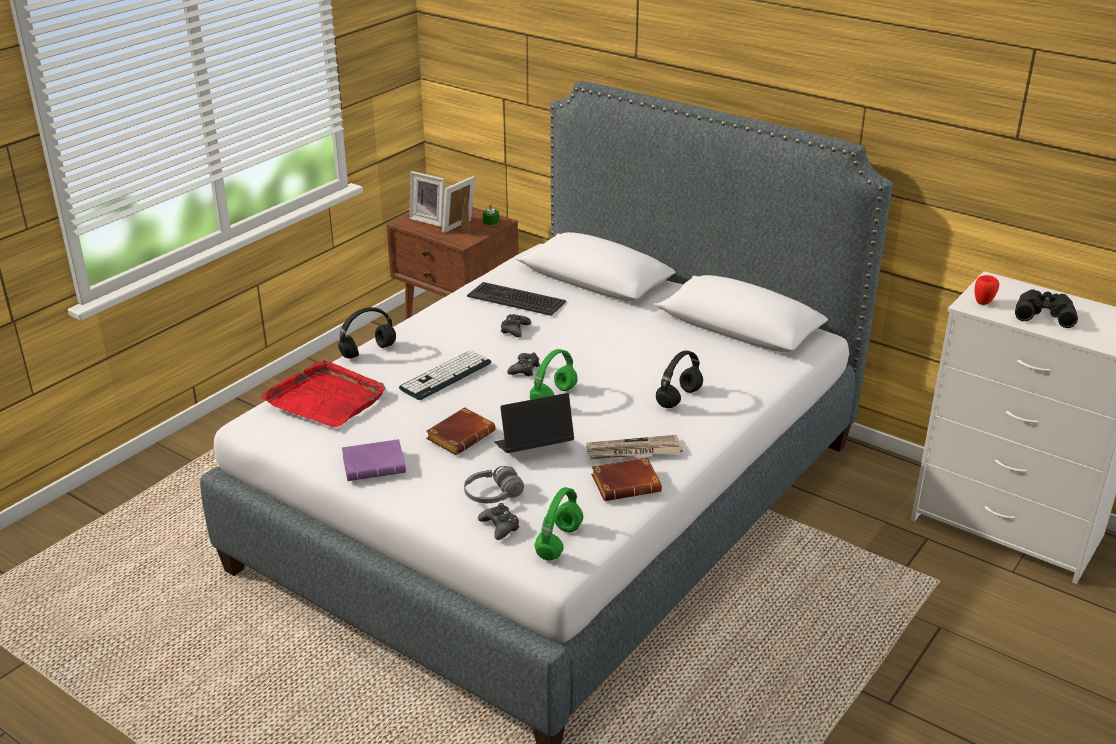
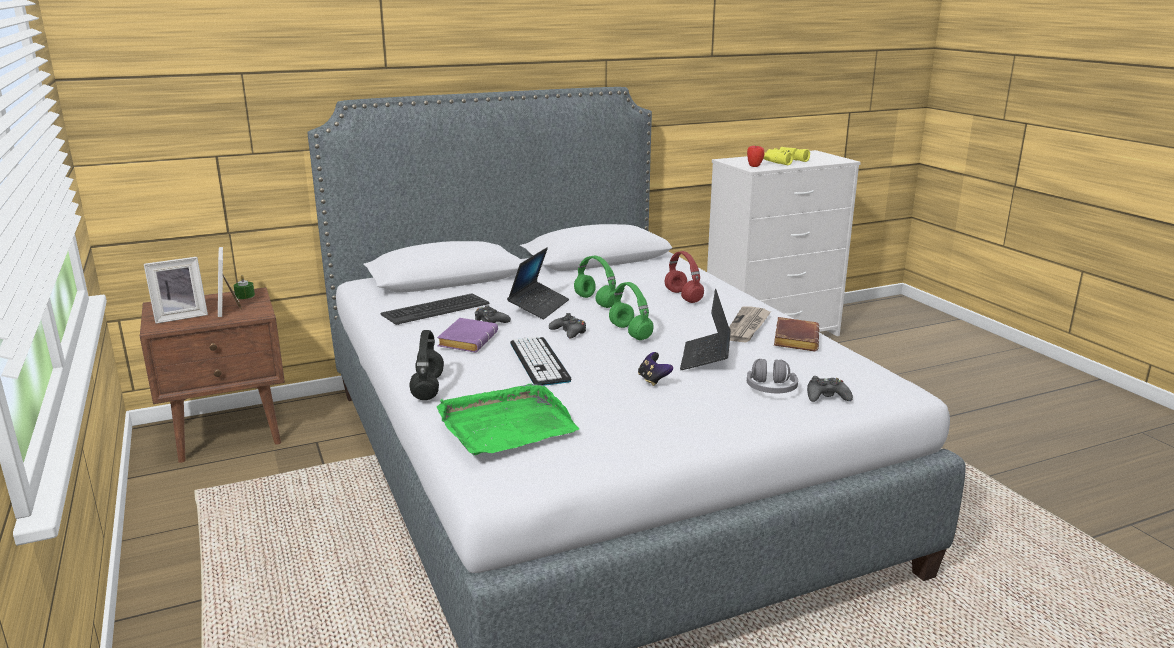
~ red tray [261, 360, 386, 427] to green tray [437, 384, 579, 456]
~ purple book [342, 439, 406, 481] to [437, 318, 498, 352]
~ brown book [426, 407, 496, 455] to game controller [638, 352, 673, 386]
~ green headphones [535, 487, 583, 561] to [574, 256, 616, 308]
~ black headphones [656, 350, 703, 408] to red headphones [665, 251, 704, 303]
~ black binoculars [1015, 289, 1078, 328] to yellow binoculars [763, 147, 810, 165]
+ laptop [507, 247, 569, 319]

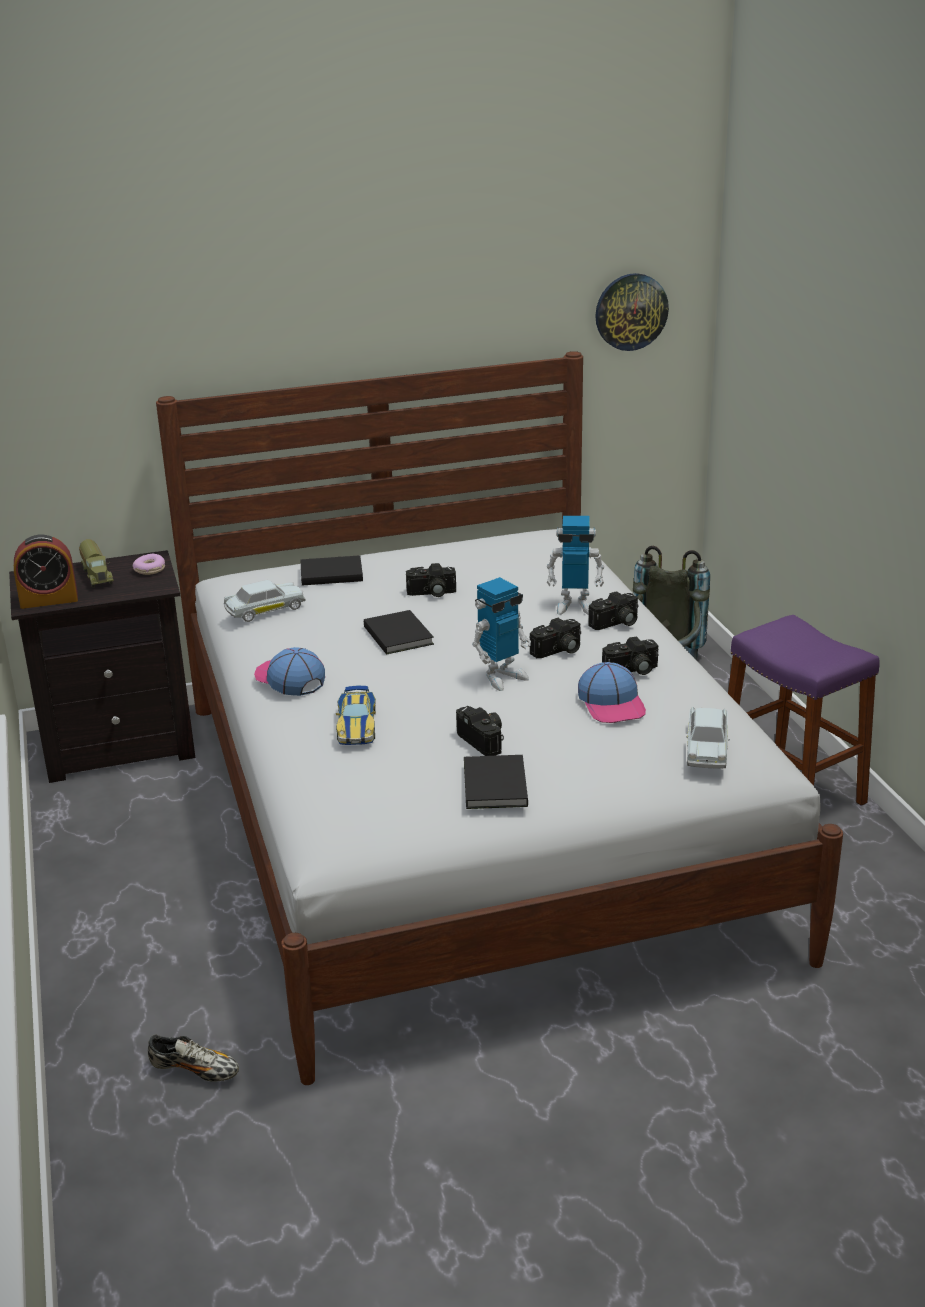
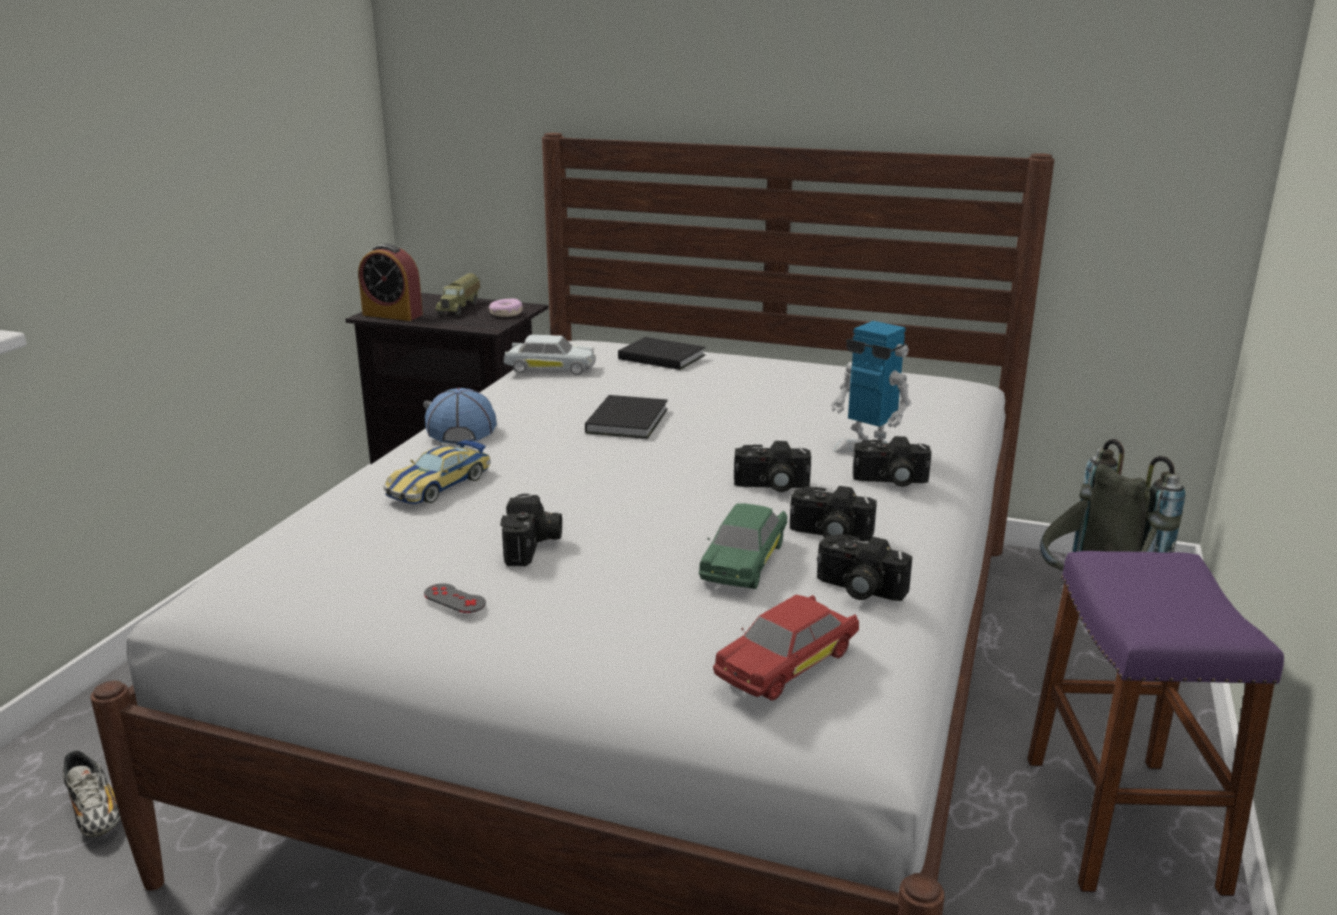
~ photo camera [406, 563, 456, 597] to [817, 534, 912, 601]
~ black book [464, 755, 528, 809] to grey game controller [424, 583, 486, 613]
- toy robot [472, 577, 531, 691]
~ cap [578, 662, 646, 723] to green toy car [699, 503, 787, 589]
- wall clock [595, 273, 669, 351]
~ white toy car [686, 707, 730, 769] to red toy car [713, 595, 859, 700]

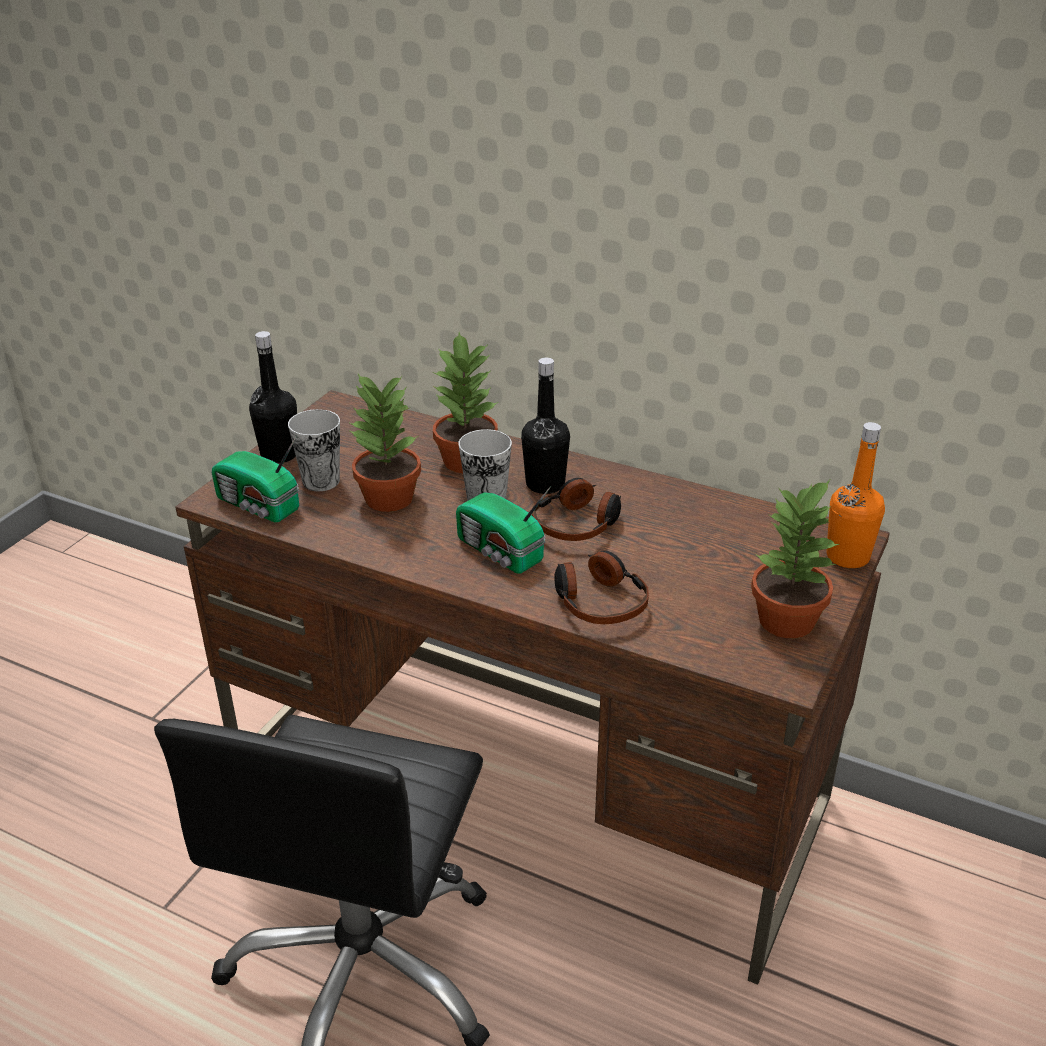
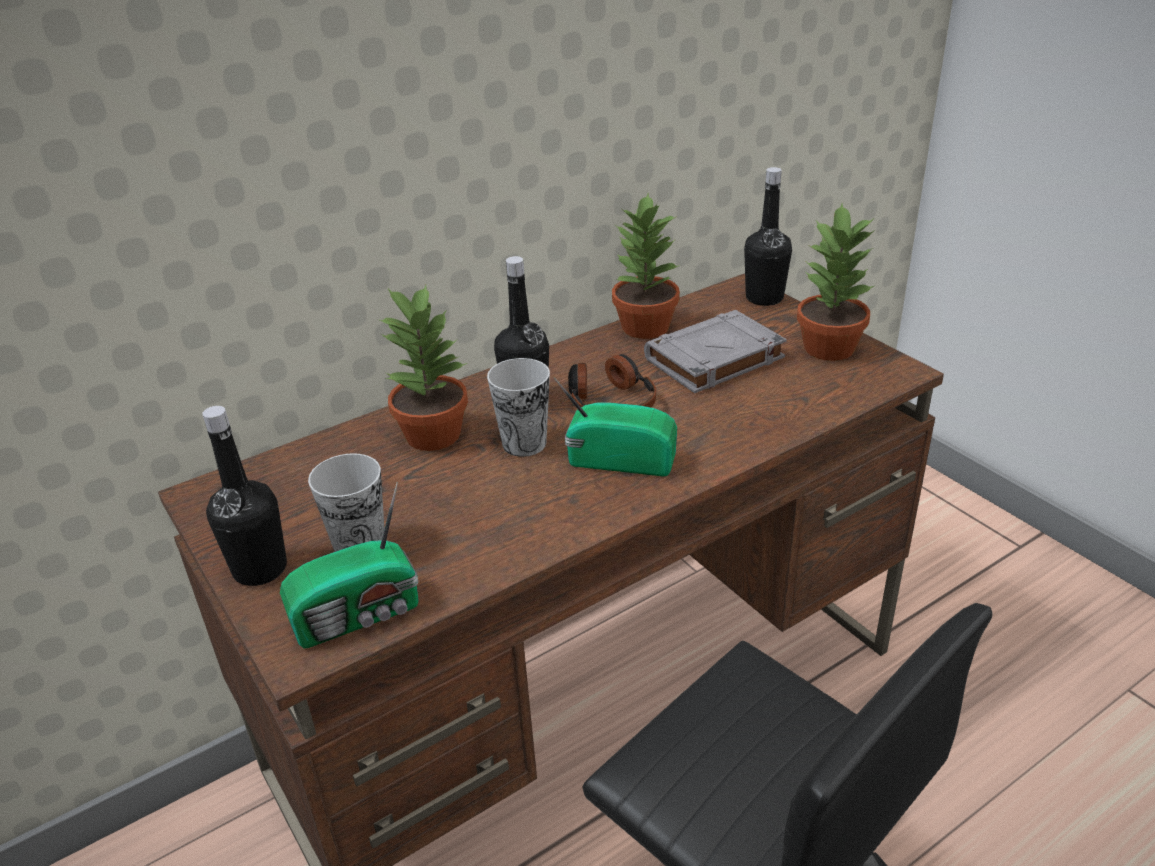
~ potted plant [350, 374, 421, 512] to [612, 194, 680, 339]
~ radio [456, 486, 551, 574] = [554, 378, 677, 477] 150 degrees counterclockwise
- headphones [554, 551, 649, 624]
~ orange bottle [826, 422, 885, 568] to black bottle [744, 167, 792, 306]
+ grey book [644, 310, 787, 393]

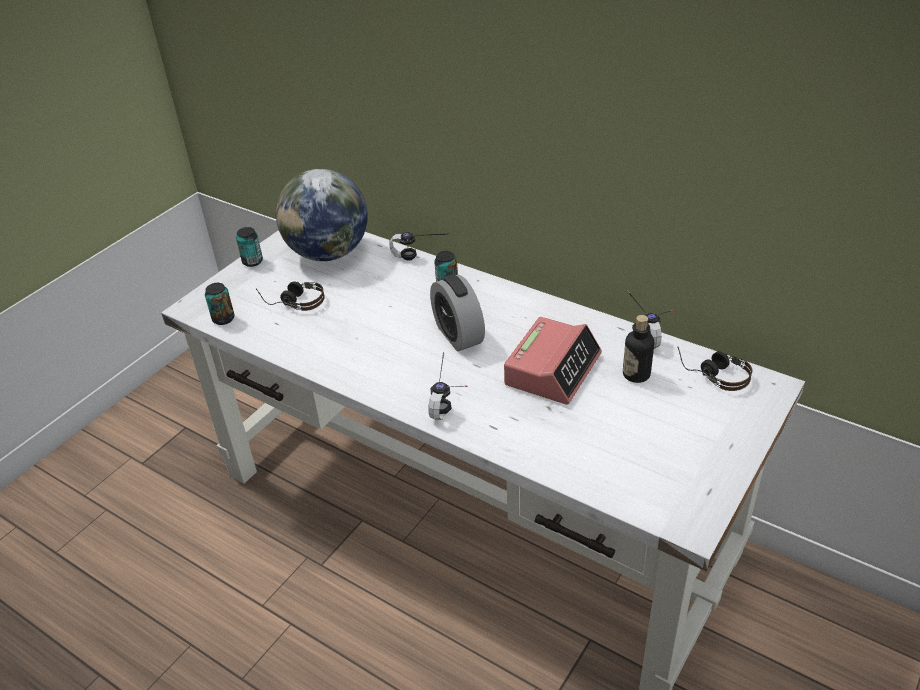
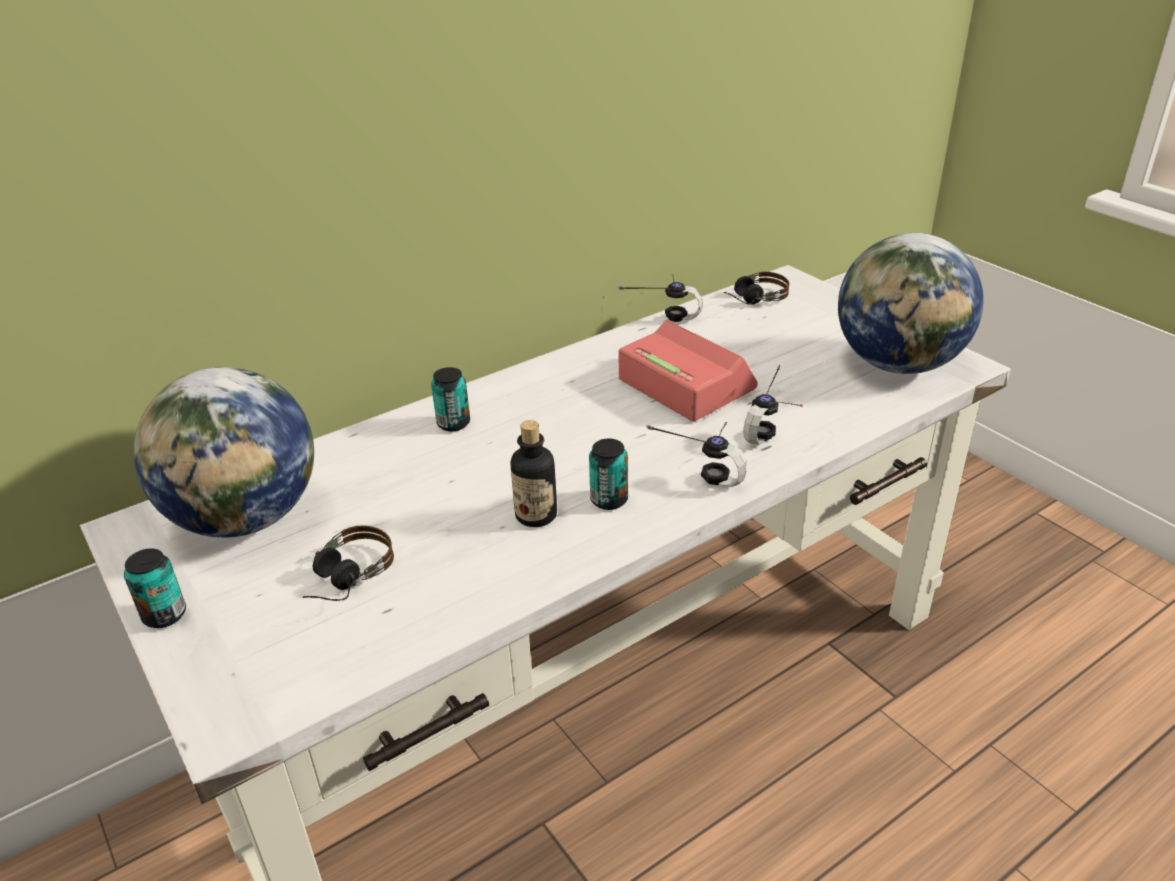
~ can [205, 283, 235, 325] to [589, 439, 628, 510]
~ headphones [389, 232, 450, 261] to [744, 365, 803, 445]
- alarm clock [430, 274, 485, 351]
~ bottle [623, 315, 654, 383] to [511, 420, 557, 527]
+ globe [838, 233, 984, 374]

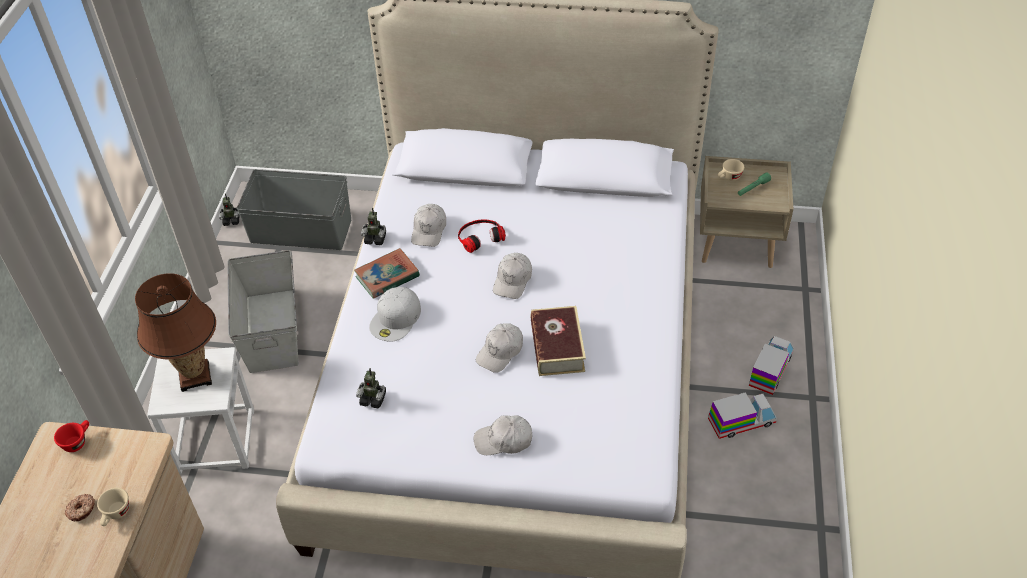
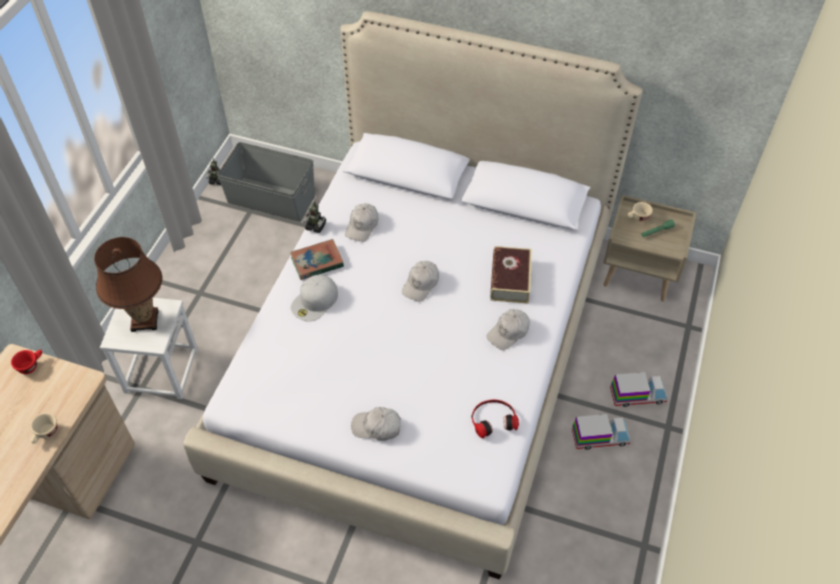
- donut [65, 494, 95, 521]
- grey storage box [227, 250, 299, 373]
- toy robot [356, 368, 386, 408]
~ headphones [458, 219, 506, 253] to [471, 400, 519, 438]
~ white cap [476, 323, 523, 373] to [487, 309, 530, 350]
~ book [531, 306, 586, 376] to [490, 246, 532, 304]
~ toy truck [749, 336, 794, 395] = [610, 372, 668, 407] 45 degrees clockwise

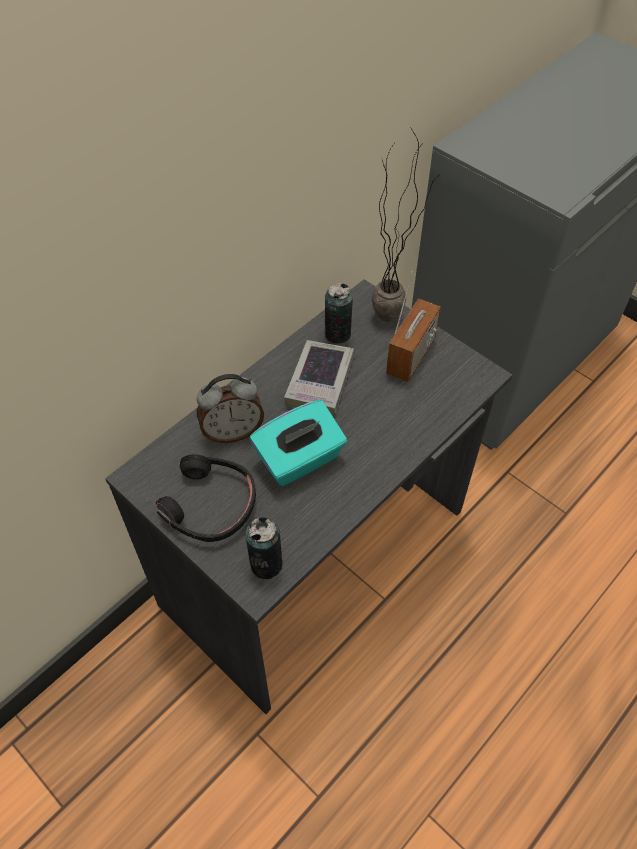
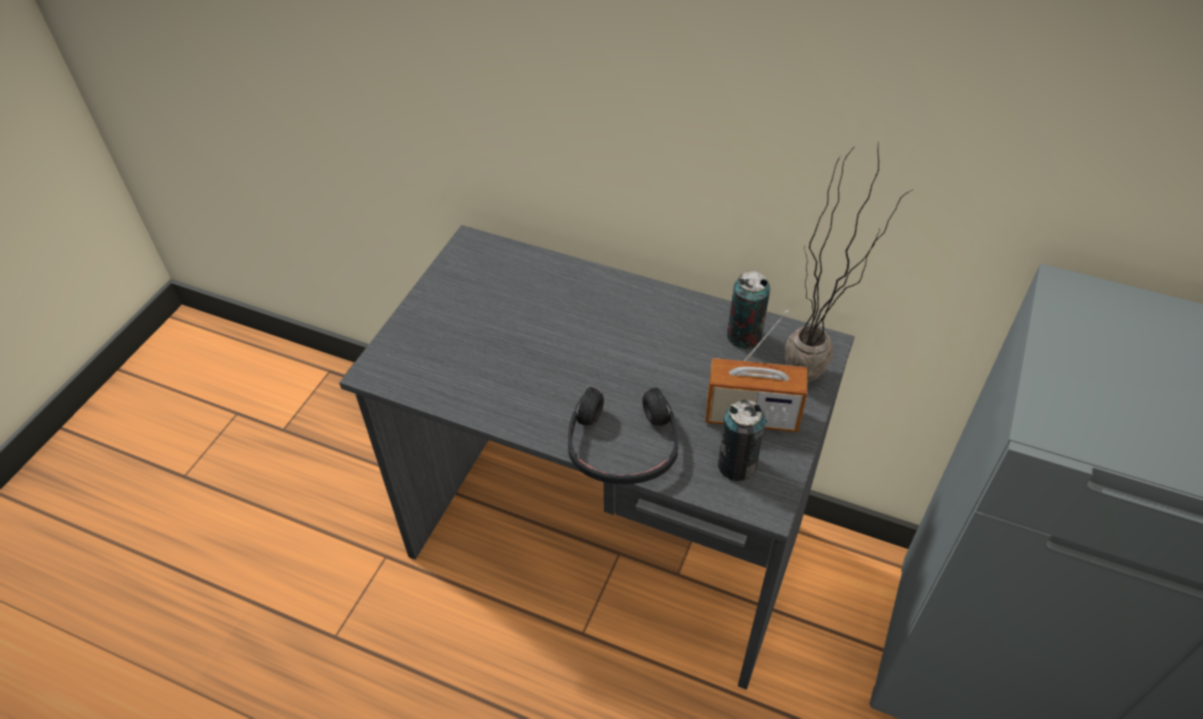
~ black headphones [156, 454, 256, 542] to [568, 387, 679, 484]
- alarm clock [197, 374, 264, 443]
~ can [245, 517, 283, 579] to [718, 399, 766, 481]
- turquoise tissue box [250, 400, 347, 486]
- book [284, 340, 354, 414]

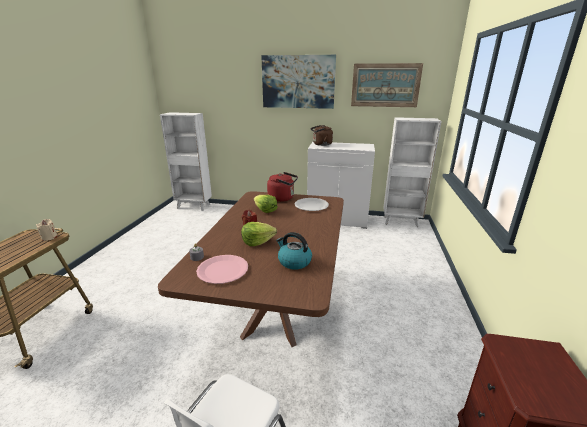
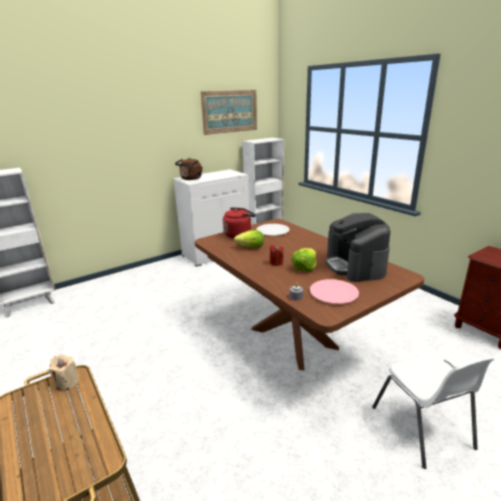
- picture [261, 55, 336, 109]
~ kettle [276, 232, 312, 270] to coffee machine [325, 213, 390, 282]

